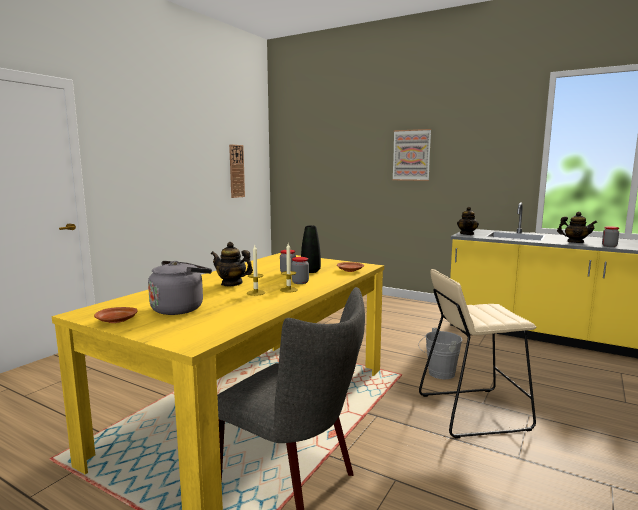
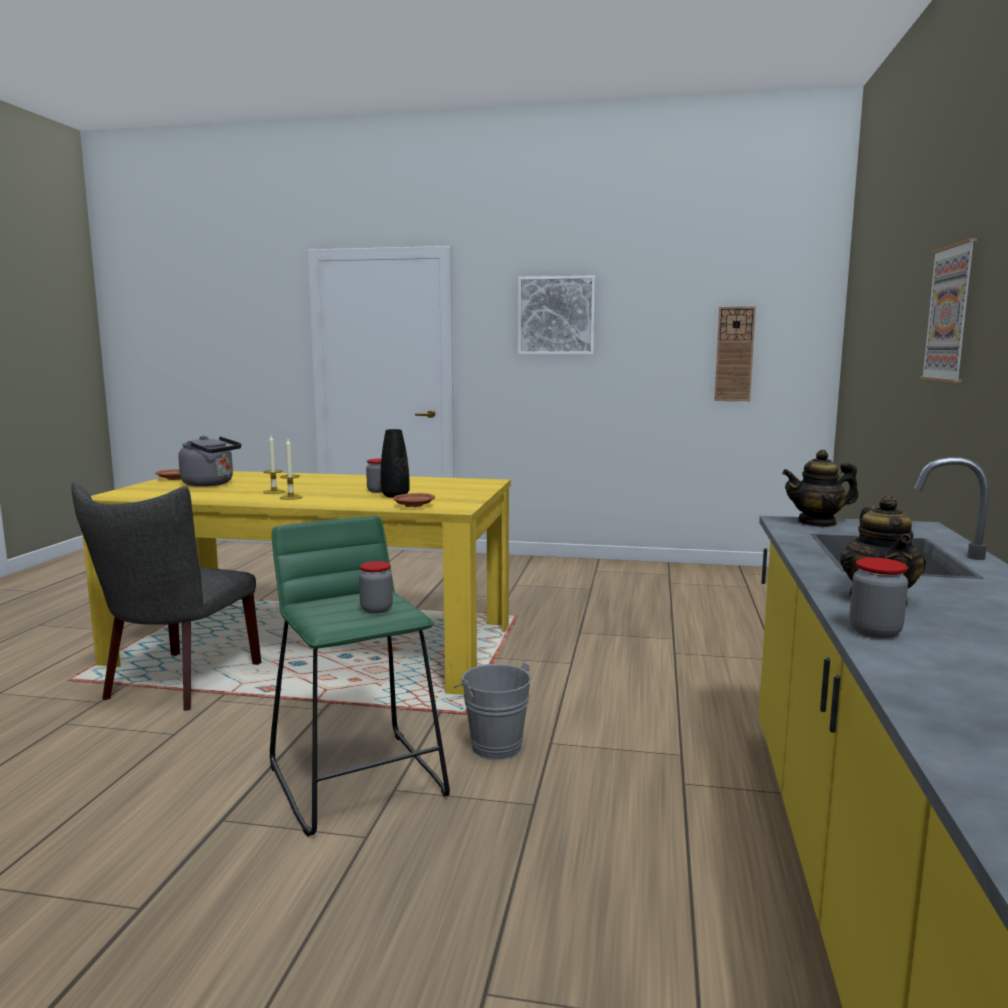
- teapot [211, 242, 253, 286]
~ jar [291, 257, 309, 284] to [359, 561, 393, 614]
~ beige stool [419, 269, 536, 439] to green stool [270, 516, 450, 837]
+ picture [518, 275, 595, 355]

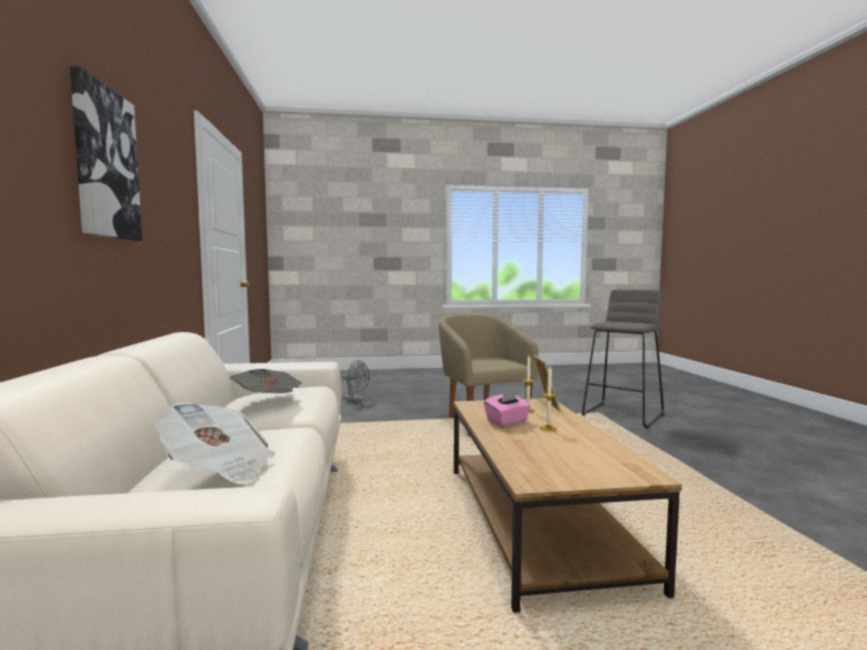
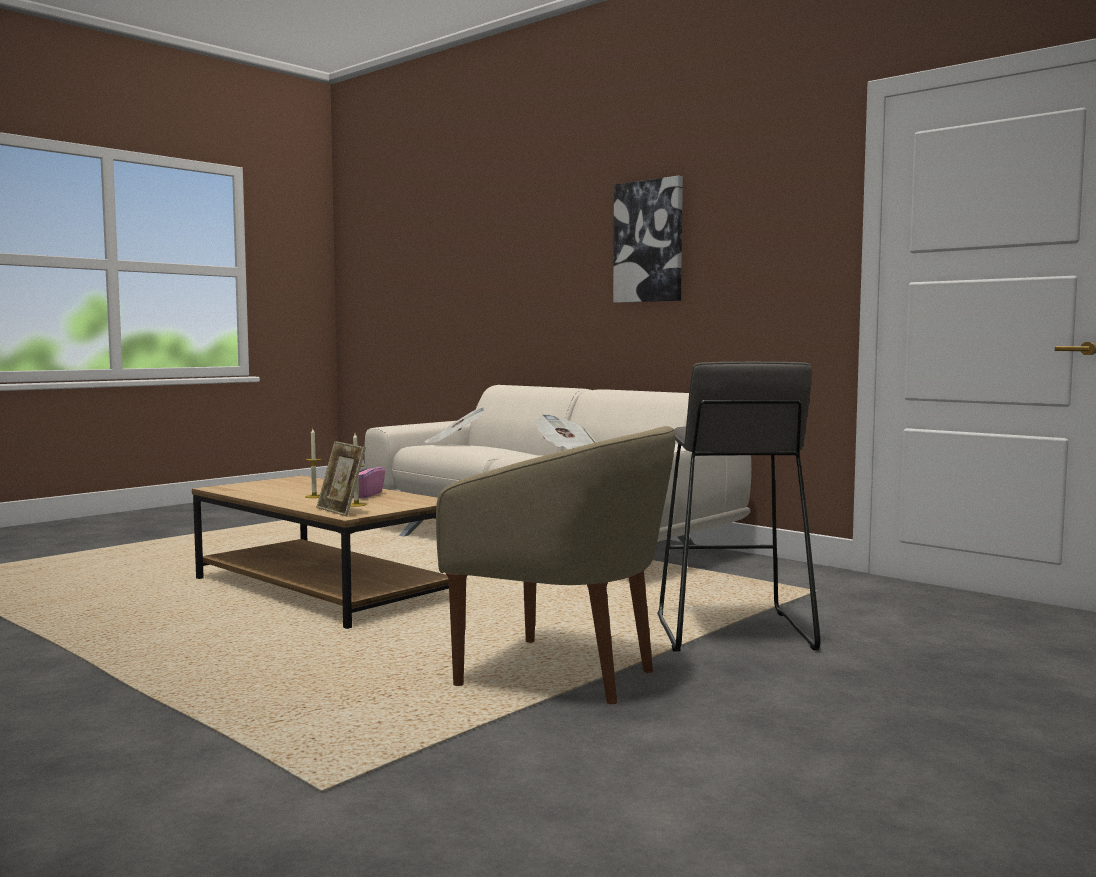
- grey fan [342, 360, 370, 402]
~ grey stool [582, 290, 664, 428] to [657, 362, 820, 651]

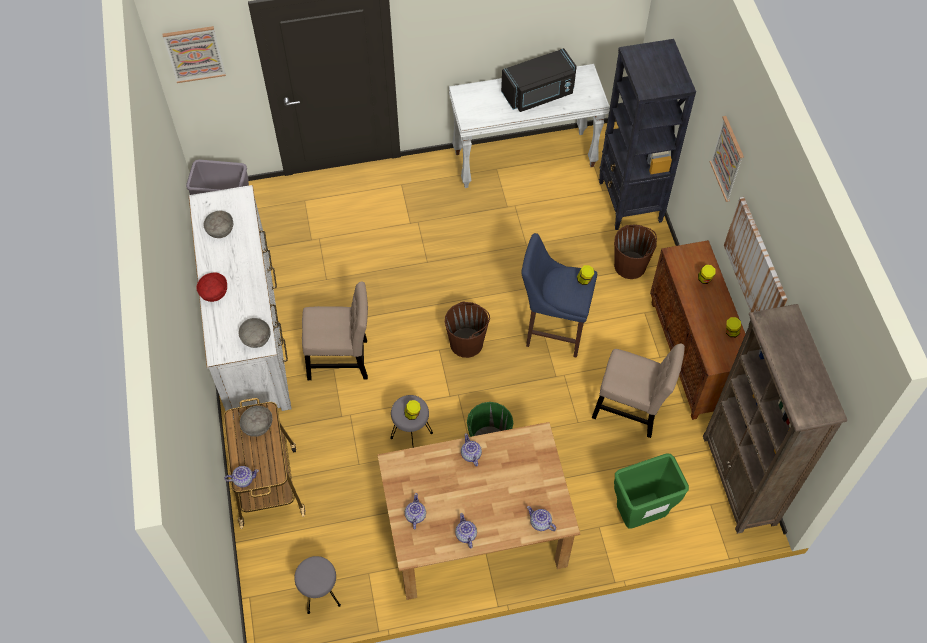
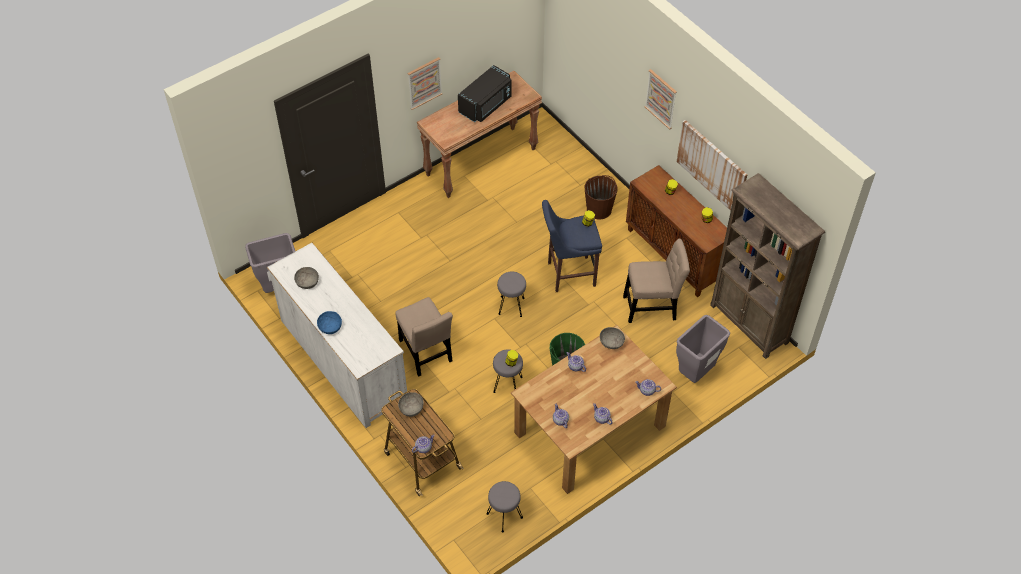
~ picture [163, 26, 226, 83] to [408, 57, 442, 110]
~ red bowl [197, 272, 227, 302] to blue bowl [317, 311, 342, 334]
~ grey bowl [238, 318, 271, 348] to [600, 327, 625, 349]
~ beige chair [302, 281, 368, 380] = [395, 297, 453, 376] 90 degrees clockwise
~ brown bucket [445, 301, 490, 358] to grey stool [497, 272, 526, 317]
~ white console table [449, 64, 610, 188] to brown console table [417, 71, 542, 198]
- black bookcase [599, 39, 696, 230]
~ green trash can [614, 453, 689, 529] to grey trash can [676, 315, 730, 383]

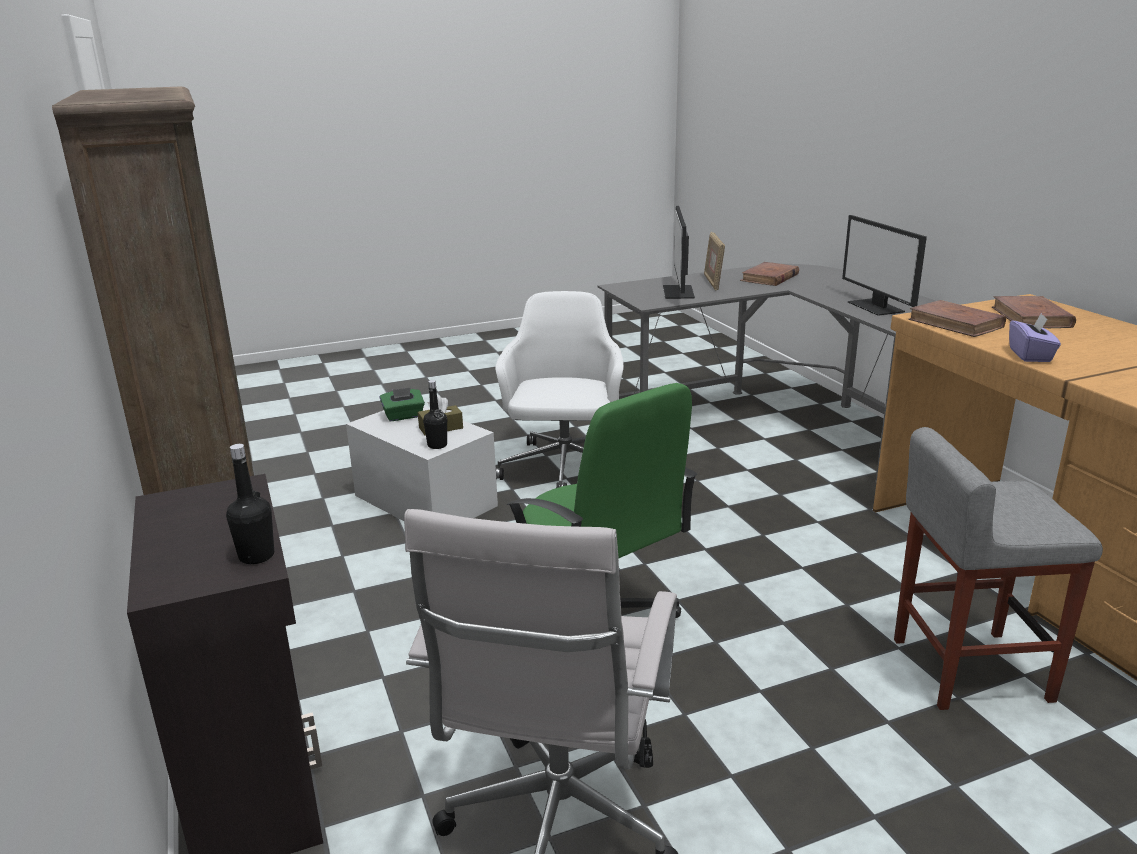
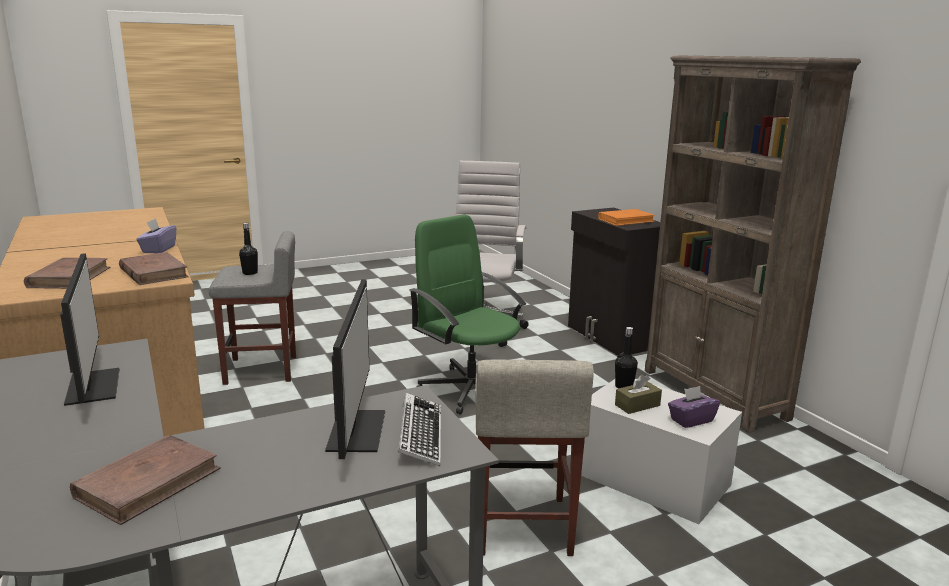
~ black bottle [226, 444, 274, 564] to [239, 223, 258, 275]
~ green tissue box [380, 387, 425, 421] to purple tissue box [668, 386, 720, 428]
~ white office chair [495, 291, 624, 488] to beige stool [475, 360, 594, 556]
- picture frame [704, 232, 725, 291]
+ keyboard [397, 393, 441, 466]
+ orange book [598, 209, 655, 226]

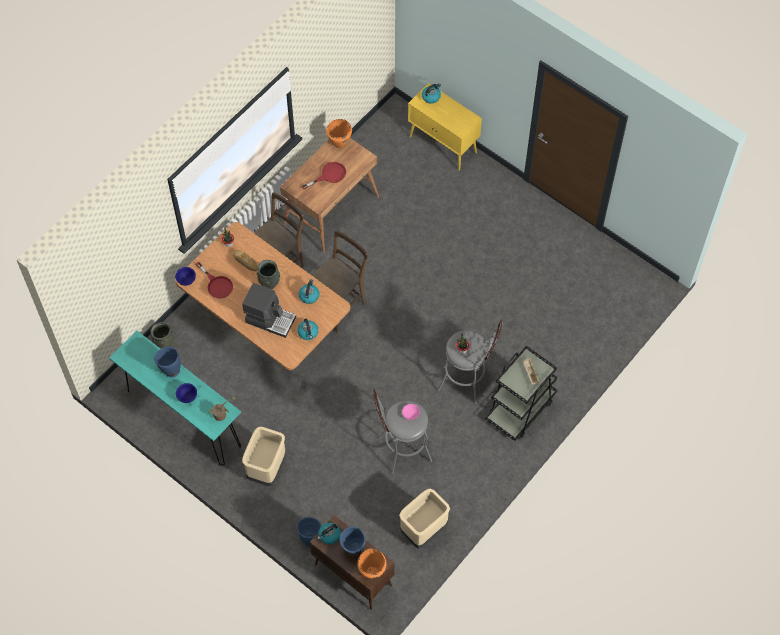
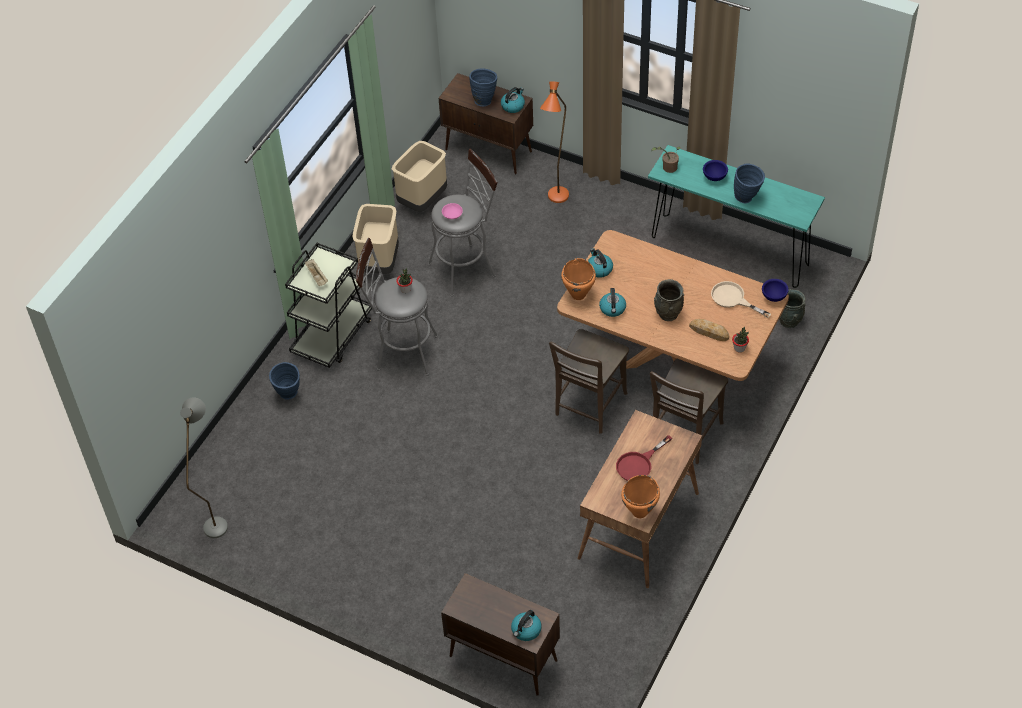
~ red frying pan [196, 262, 233, 299] to beige frying pan [711, 281, 771, 318]
- coffee machine [242, 283, 296, 338]
~ beige trash can [242, 427, 286, 486] to [353, 204, 399, 274]
~ blue vase [297, 517, 321, 547] to [269, 362, 300, 400]
~ orange cooking pot [357, 548, 387, 578] to [561, 258, 596, 300]
~ yellow cabinet [408, 83, 482, 171] to brown cabinet [441, 573, 560, 696]
+ grey floor lamp [180, 397, 228, 538]
+ orange floor lamp [540, 82, 569, 203]

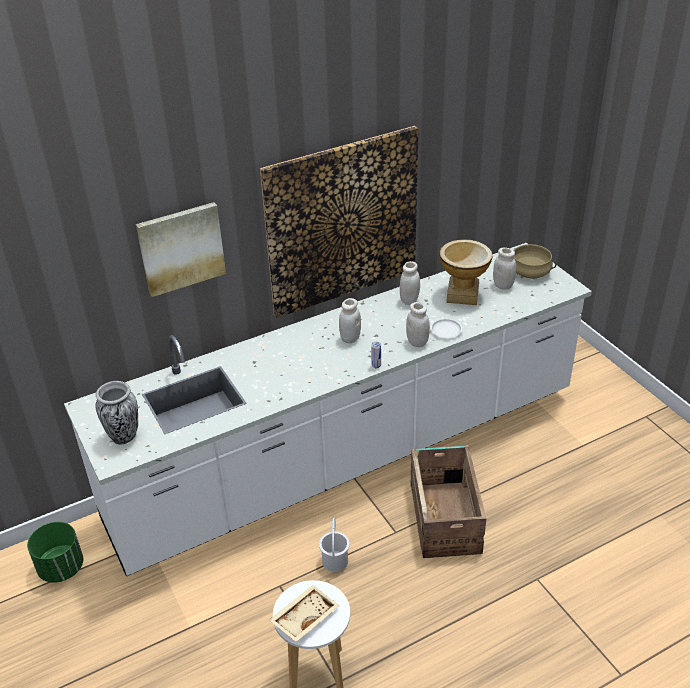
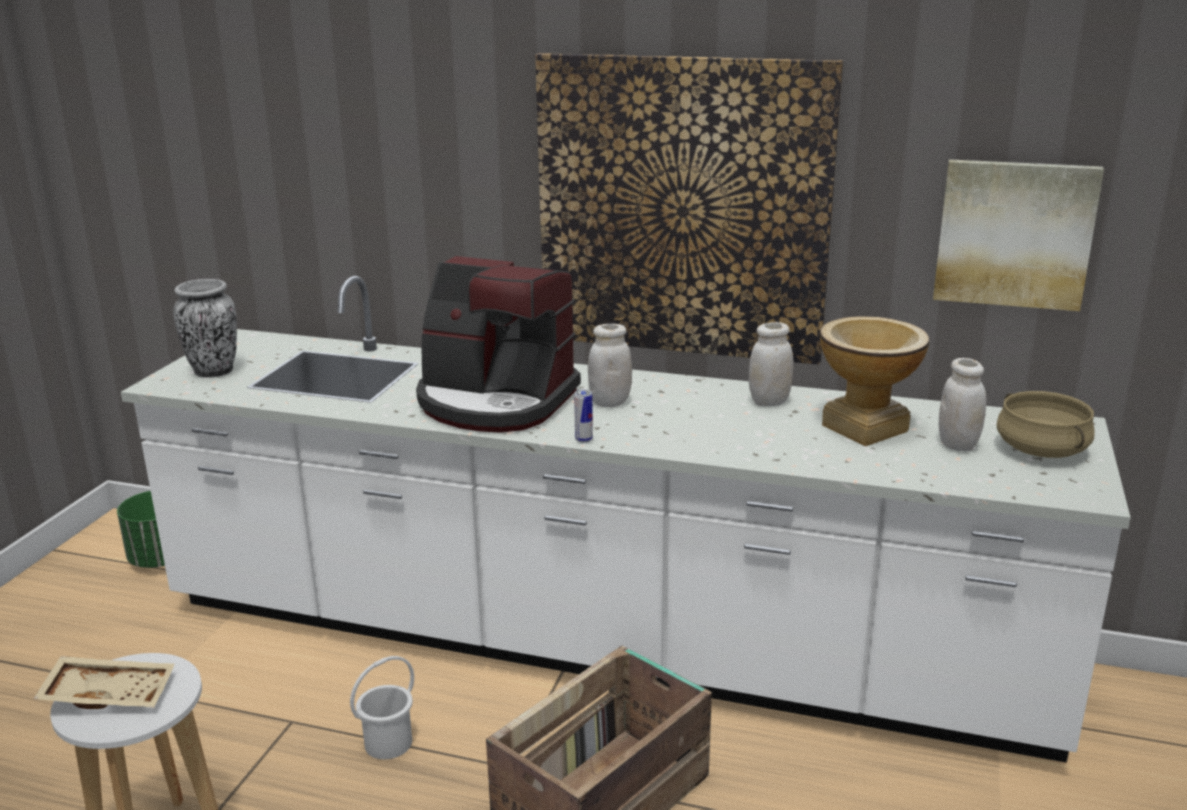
~ picture [136, 202, 226, 297] to [933, 159, 1104, 311]
- white jar [406, 302, 430, 347]
- white plate [430, 318, 463, 338]
+ coffee machine [416, 256, 581, 433]

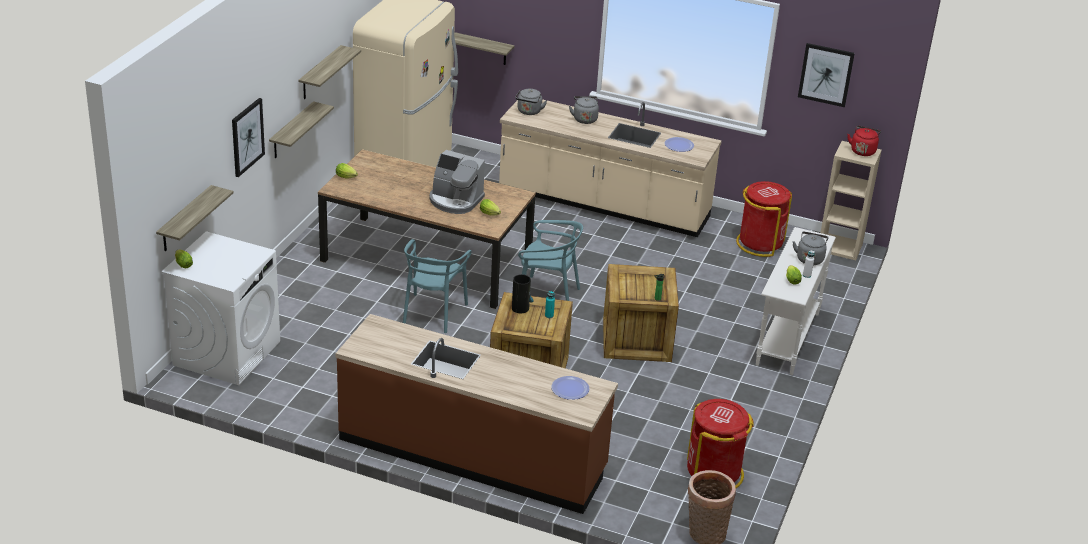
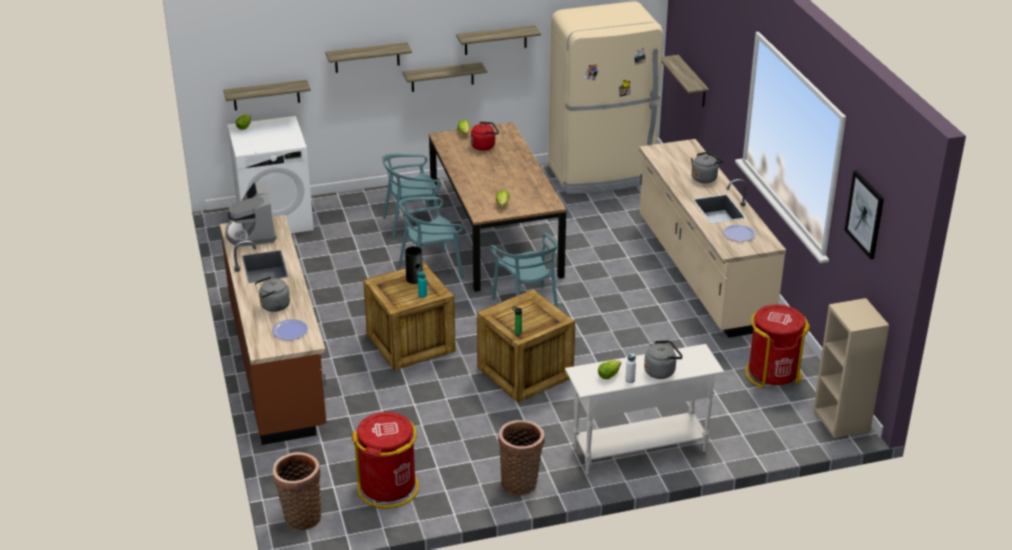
~ picture [232, 98, 265, 177] to shelf [325, 42, 412, 73]
~ coffee machine [429, 150, 485, 214] to [225, 182, 276, 247]
~ grey kettle [515, 89, 547, 115] to [255, 276, 290, 312]
~ red kettle [847, 126, 881, 156] to [471, 122, 499, 151]
+ turquoise chair [382, 154, 441, 238]
+ basket [498, 420, 545, 496]

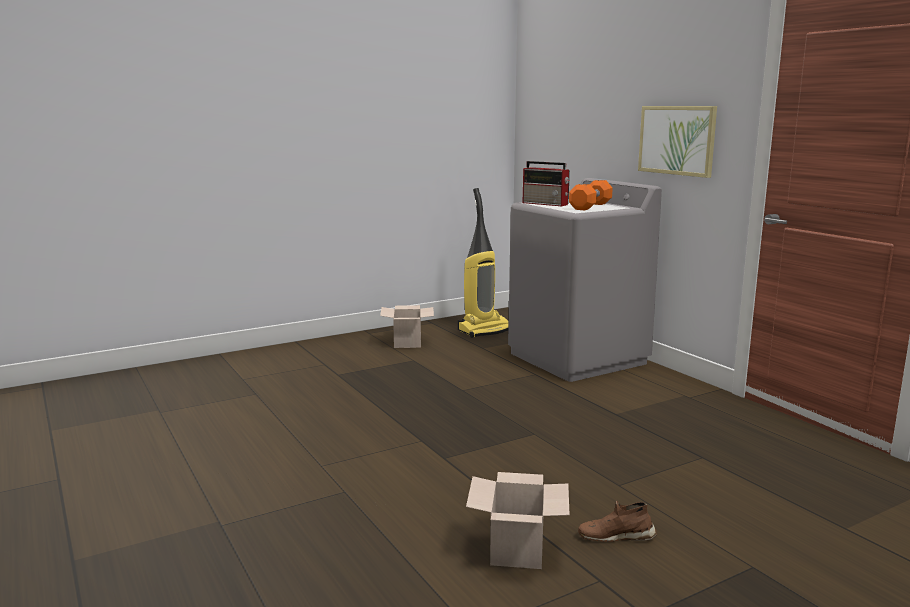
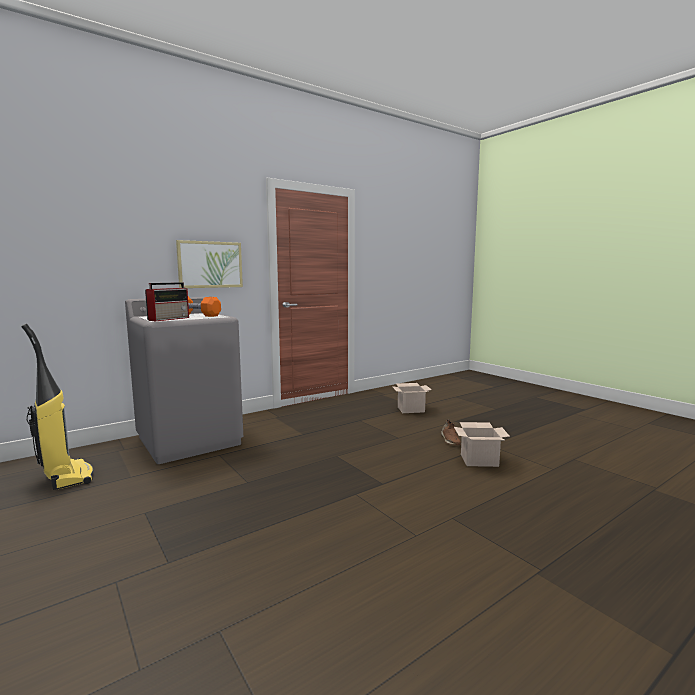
~ cardboard box [380, 305, 434, 348] to [392, 383, 432, 413]

